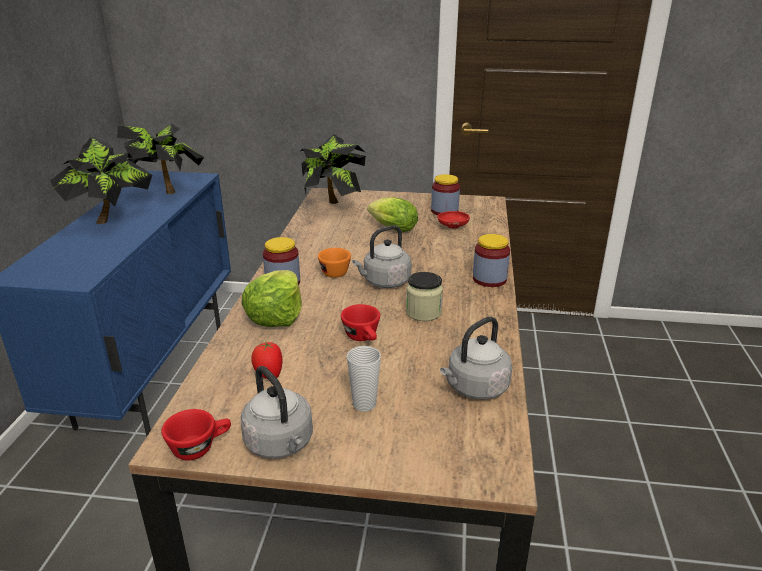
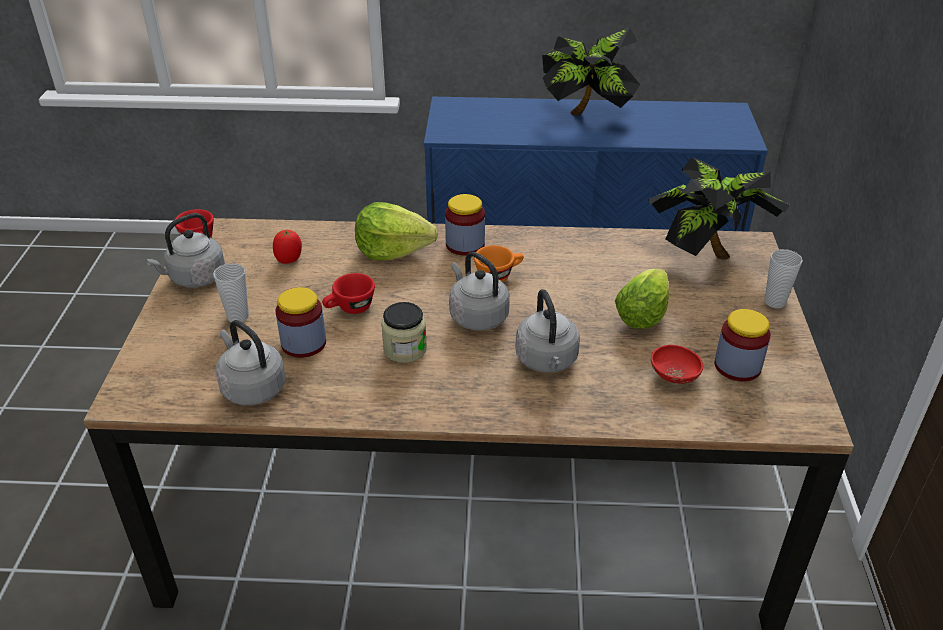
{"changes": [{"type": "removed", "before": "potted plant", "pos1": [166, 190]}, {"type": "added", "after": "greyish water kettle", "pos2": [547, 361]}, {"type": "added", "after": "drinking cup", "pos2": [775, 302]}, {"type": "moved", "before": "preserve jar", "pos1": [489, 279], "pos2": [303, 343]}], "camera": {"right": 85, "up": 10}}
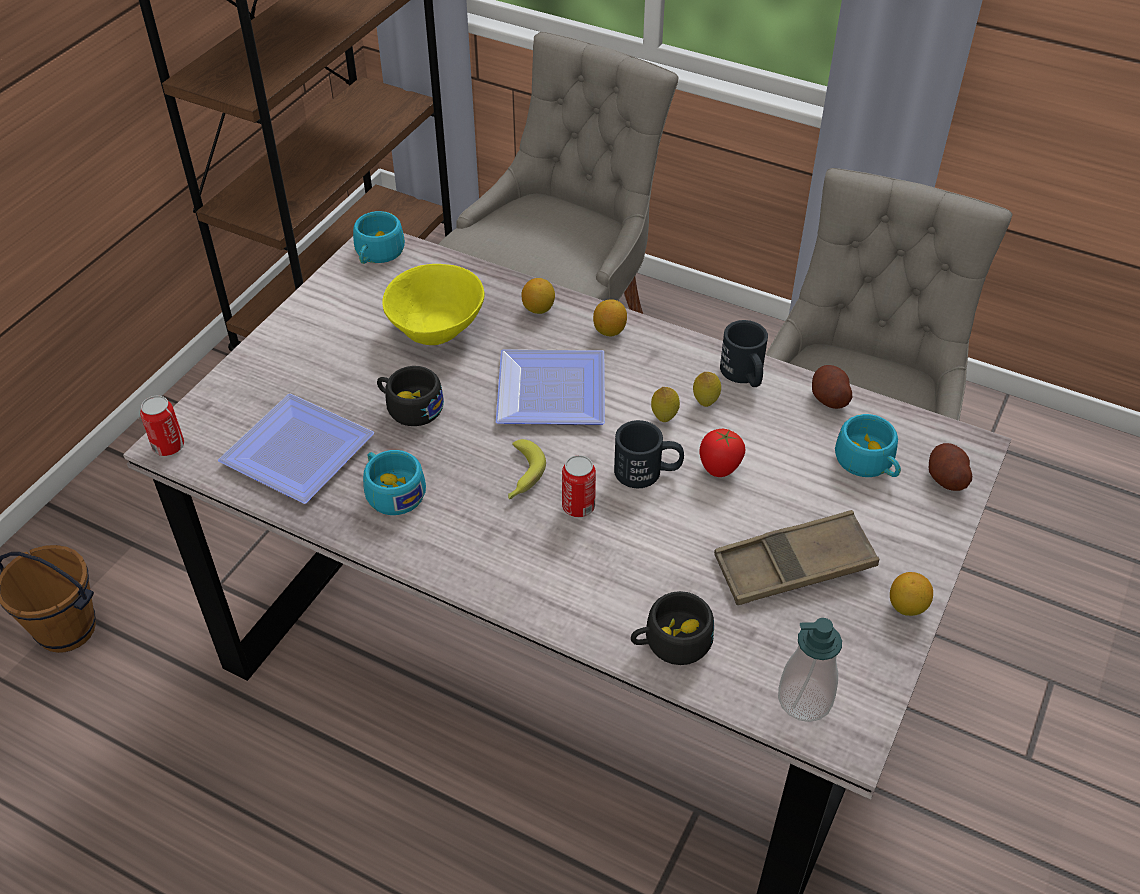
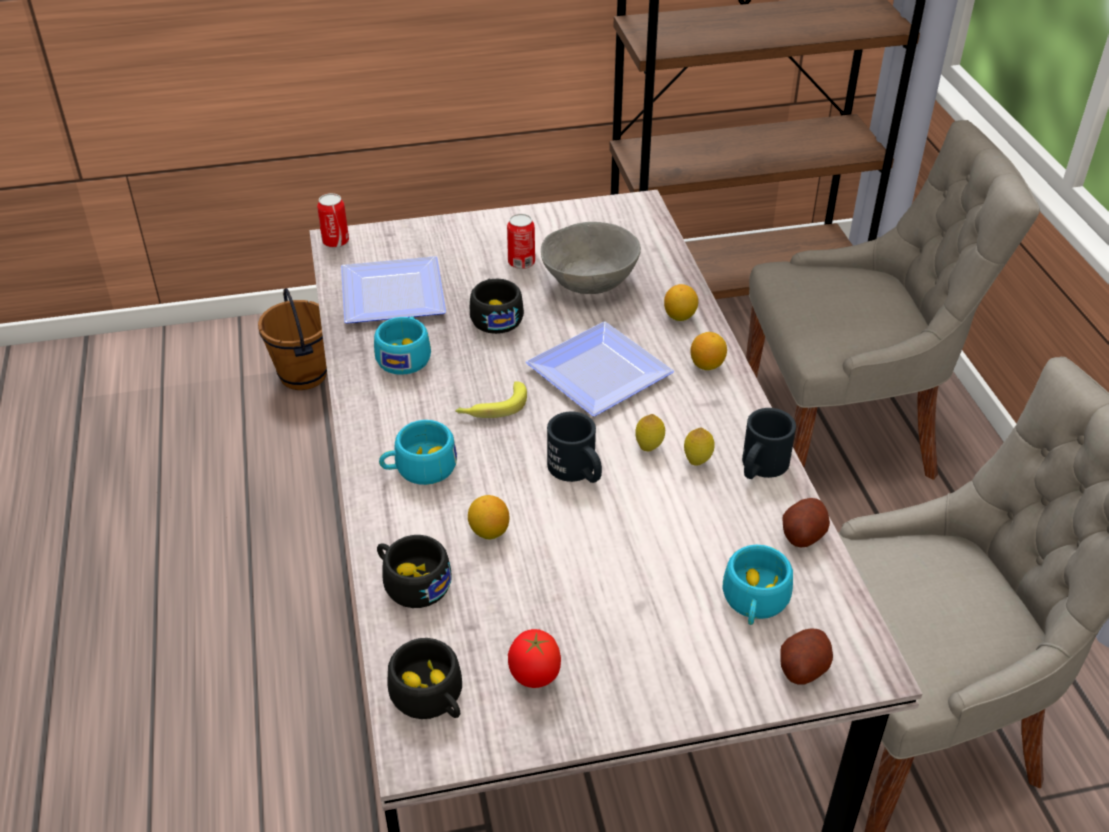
{"changes": [{"type": "removed", "before": "brown-coloured serving tray", "pos1": [794, 566]}, {"type": "moved", "before": "blue-green drinking cup", "pos1": [377, 254], "pos2": [419, 468]}, {"type": "moved", "before": "can", "pos1": [578, 506], "pos2": [521, 263]}, {"type": "moved", "before": "whole tomato", "pos1": [719, 470], "pos2": [534, 678]}, {"type": "moved", "before": "whole lemon", "pos1": [907, 607], "pos2": [489, 532]}, {"type": "replaced", "before": "liquid soap bottle", "after": "blackish drinking cup", "pos1": [804, 699], "pos2": [431, 698]}, {"type": "recoloured", "before": "yellow-coloured deep dish", "after": "greyish deep dish", "pos1": [435, 328], "pos2": [590, 281]}], "camera": {"right": 50, "up": -5}}
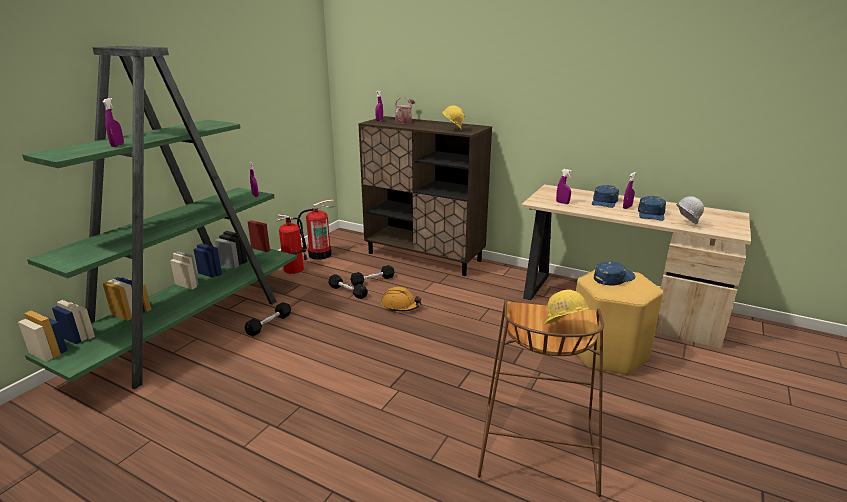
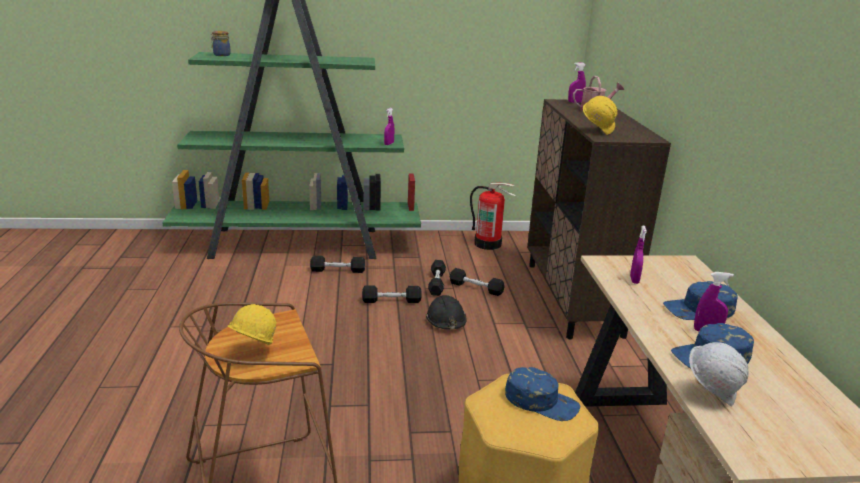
{"changes": [{"type": "removed", "before": "purple-coloured sprayer", "pos1": [117, 145]}, {"type": "removed", "before": "fire-fighting cylinder", "pos1": [295, 269]}, {"type": "added", "after": "preserve jar", "pos2": [221, 55]}, {"type": "added", "after": "blackish dumbbell", "pos2": [391, 301]}, {"type": "recoloured", "before": "orangey safety helmet", "after": "blackish safety helmet", "pos1": [400, 305], "pos2": [446, 321]}], "camera": {"right": 55, "up": 0}}
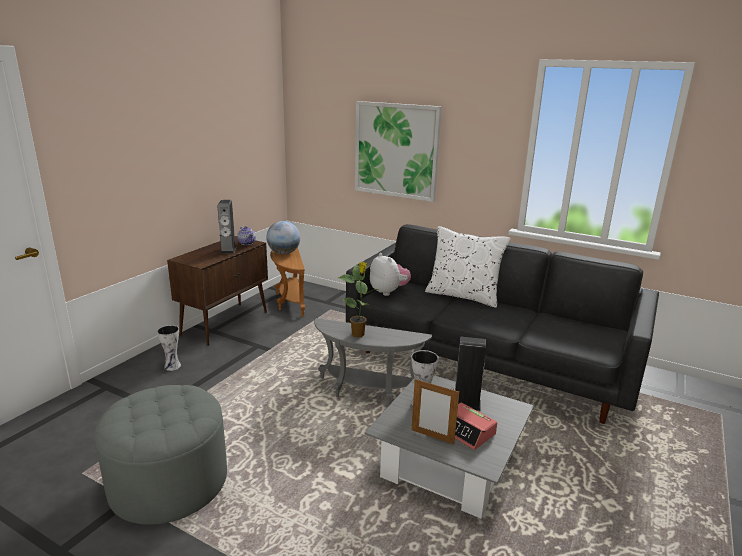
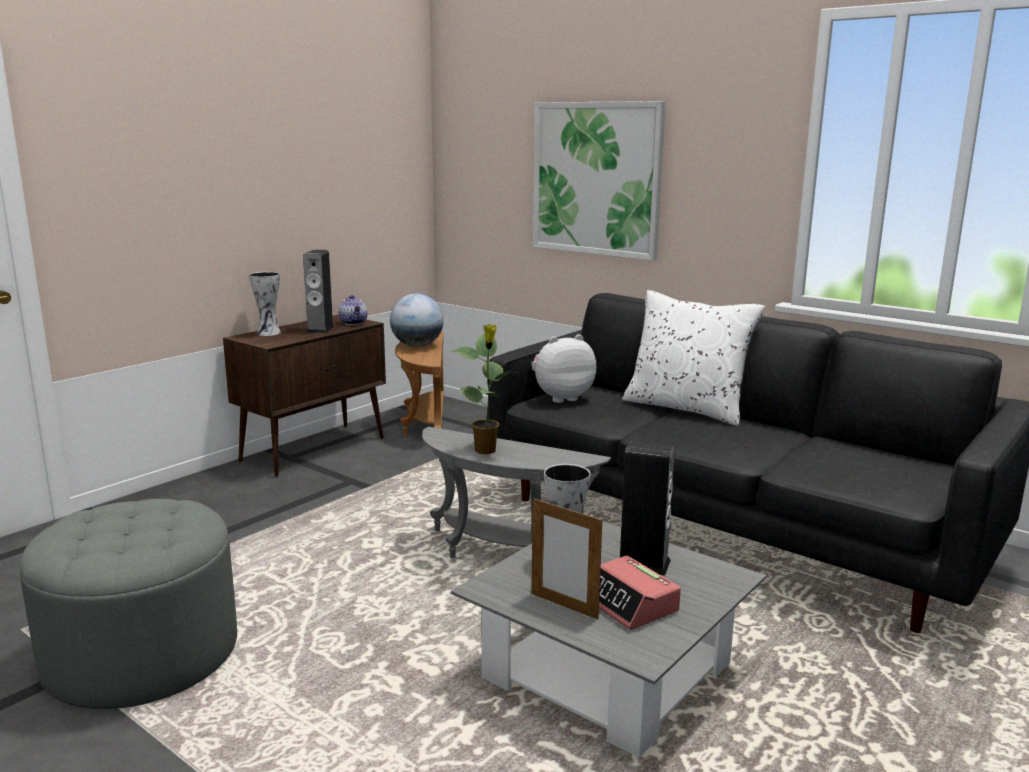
{"changes": [{"type": "moved", "before": "flower vase", "pos1": [173, 366], "pos2": [270, 333]}, {"type": "turned", "before": "cuddly toy", "pos1": [388, 292], "pos2": [561, 398], "turn": -90}], "camera": {"right": 10, "up": -5}}
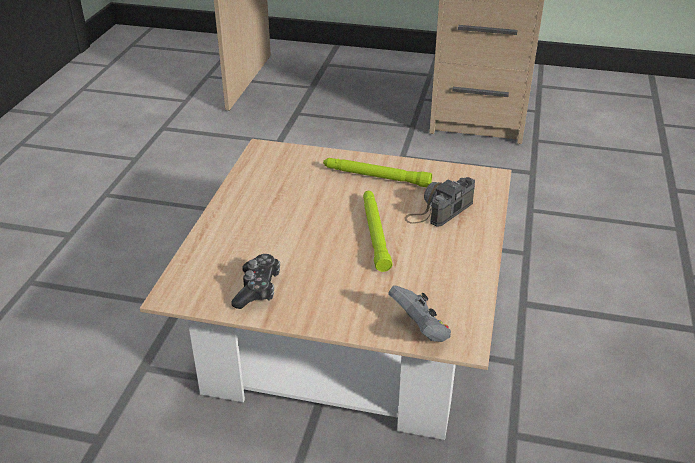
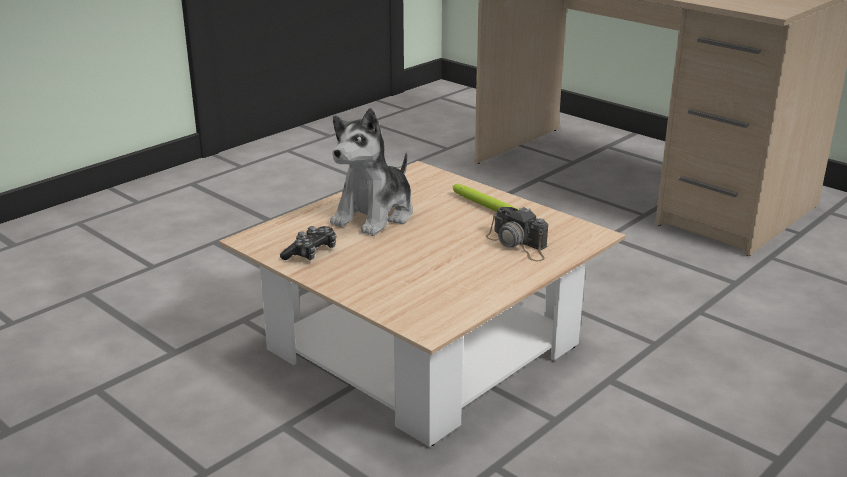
{"changes": [{"type": "removed", "before": "green flashlight", "pos1": [375, 233]}, {"type": "removed", "before": "greyish gamepad", "pos1": [420, 330]}, {"type": "added", "after": "cuddly toy", "pos2": [375, 215]}, {"type": "turned", "before": "photo camera", "pos1": [439, 210], "pos2": [518, 244], "turn": -120}], "camera": {"right": 30, "up": -10}}
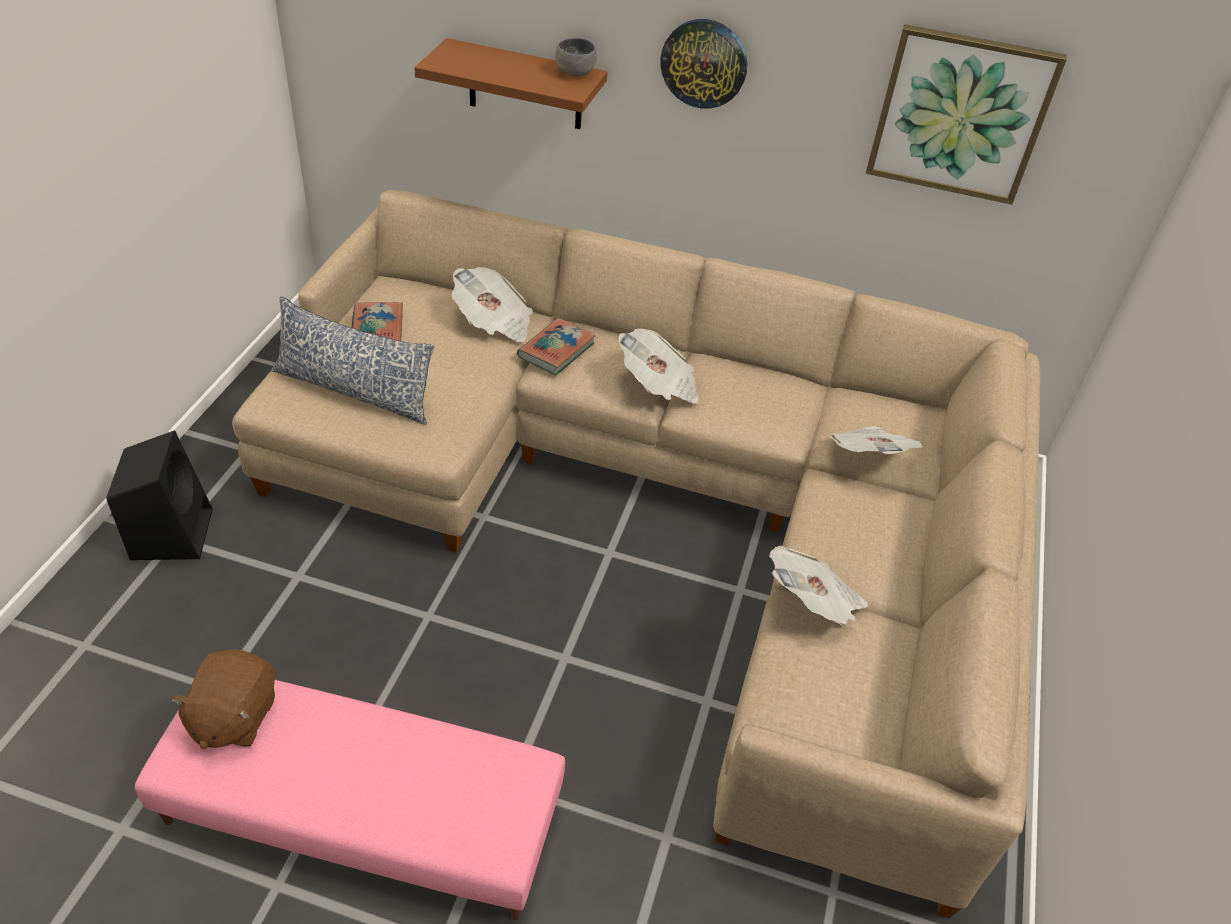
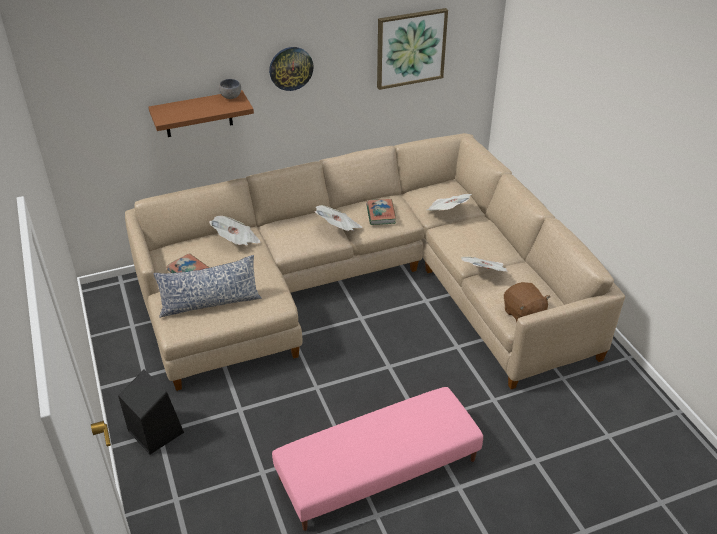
{"changes": [{"type": "moved", "before": "brown-coloured cuddly toy", "pos1": [233, 716], "pos2": [523, 315]}, {"type": "moved", "before": "volume", "pos1": [556, 350], "pos2": [380, 214]}], "camera": {"right": -35, "up": -5}}
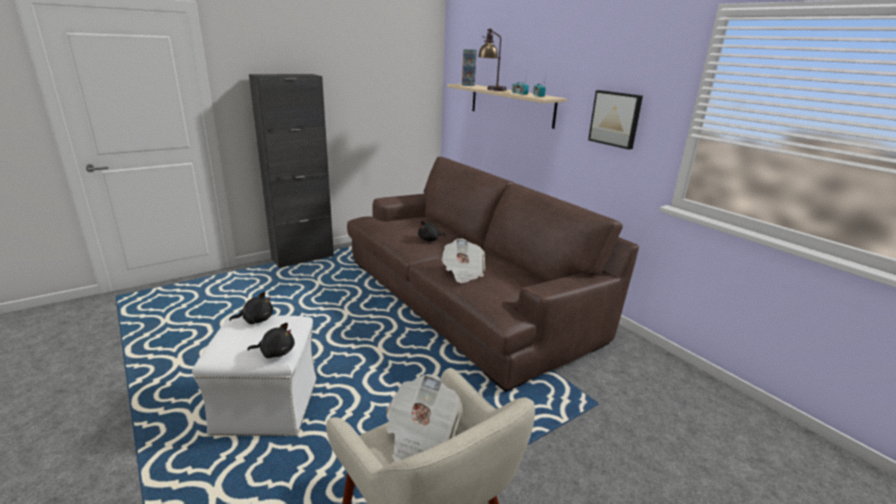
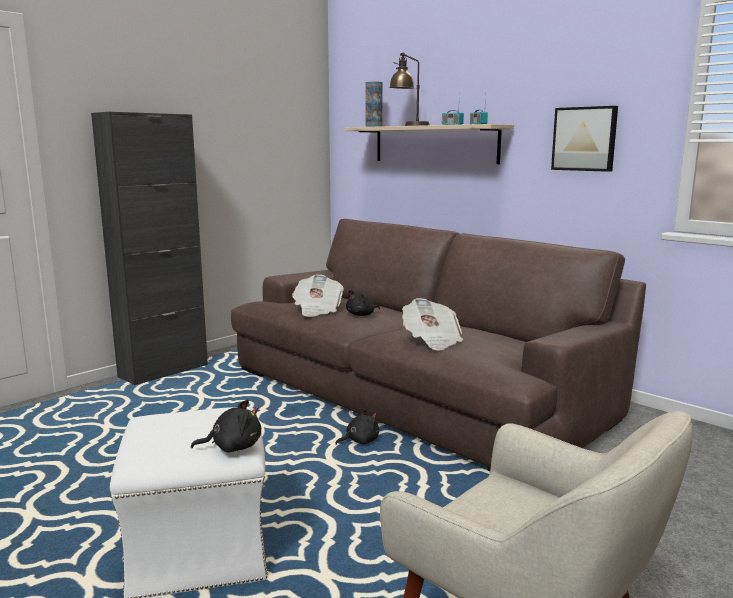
{"changes": [{"type": "moved", "before": "blackish cuddly toy", "pos1": [256, 320], "pos2": [360, 441]}, {"type": "moved", "before": "printed paper", "pos1": [421, 436], "pos2": [317, 310]}], "camera": {"right": -10, "up": -10}}
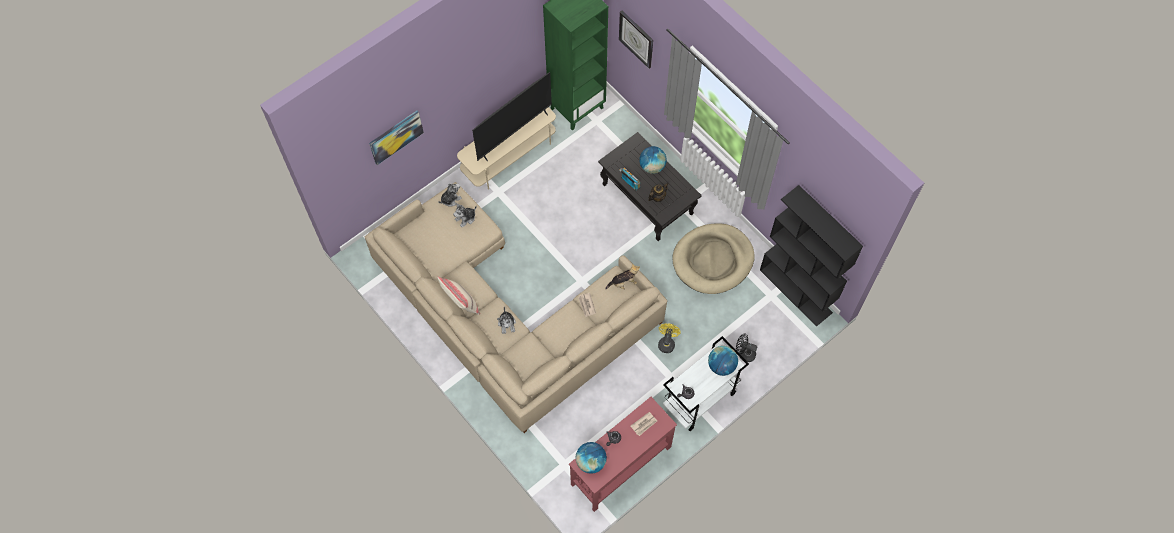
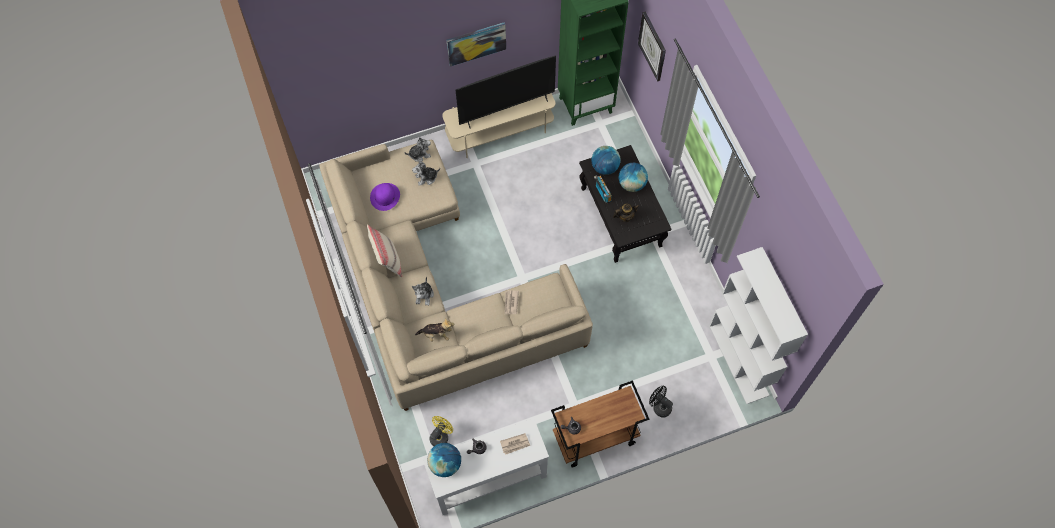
{"changes": [{"type": "removed", "before": "beige dog cushion", "pos1": [713, 260]}, {"type": "added", "after": "purple-coloured wearable hat", "pos2": [385, 196]}, {"type": "moved", "before": "wall picture", "pos1": [396, 136], "pos2": [476, 43]}, {"type": "moved", "before": "cuddly toy", "pos1": [623, 282], "pos2": [436, 334]}, {"type": "moved", "before": "yellow-coloured cooling fan", "pos1": [667, 342], "pos2": [440, 436]}, {"type": "moved", "before": "desk globe", "pos1": [721, 366], "pos2": [605, 167]}, {"type": "recoloured", "before": "red-coloured console table", "after": "whitish console table", "pos1": [620, 465], "pos2": [487, 478]}, {"type": "recoloured", "before": "whitish wheeled cart", "after": "brown-coloured wheeled cart", "pos1": [699, 400], "pos2": [594, 438]}, {"type": "recoloured", "before": "blackish bookshelf", "after": "whitish bookshelf", "pos1": [796, 291], "pos2": [739, 360]}], "camera": {"right": 20, "up": 0}}
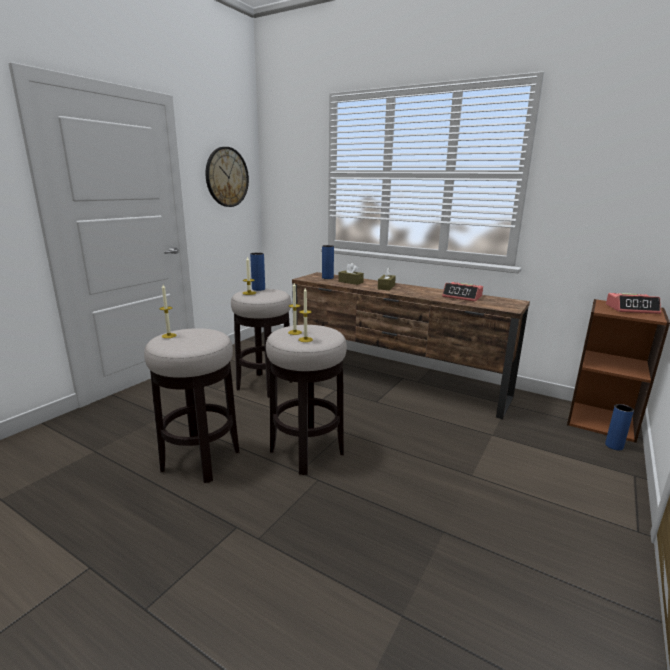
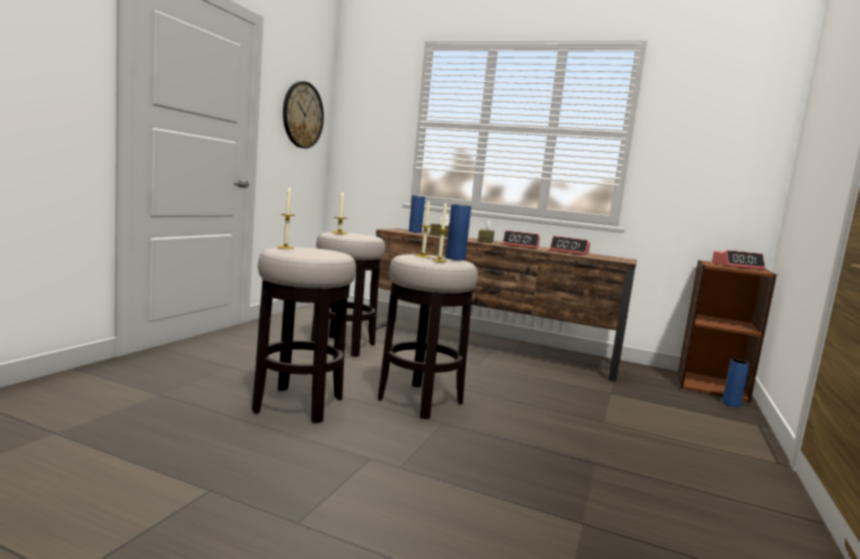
{"changes": [{"type": "added", "after": "alarm clock", "pos2": [521, 246]}, {"type": "moved", "before": "bluish flower vase", "pos1": [258, 289], "pos2": [455, 258]}], "camera": {"right": -10, "up": -10}}
